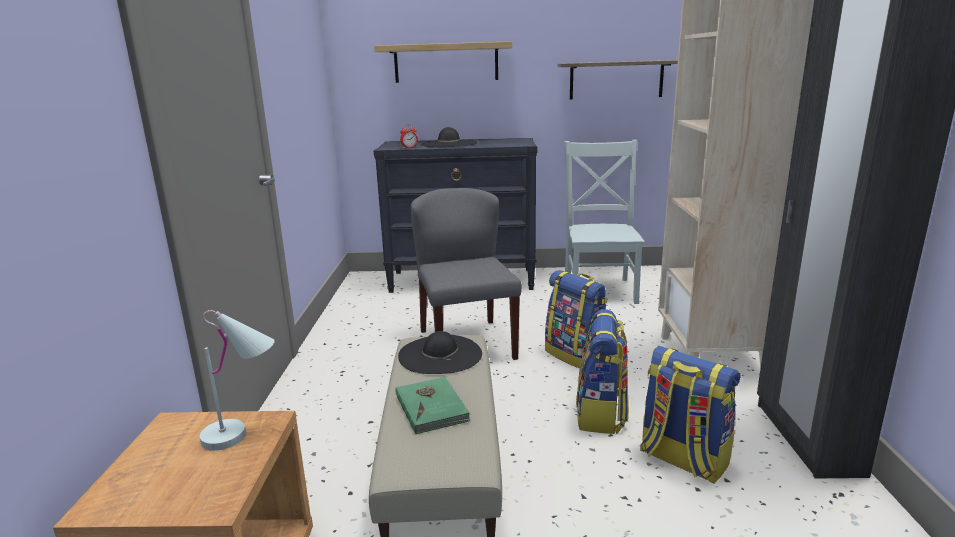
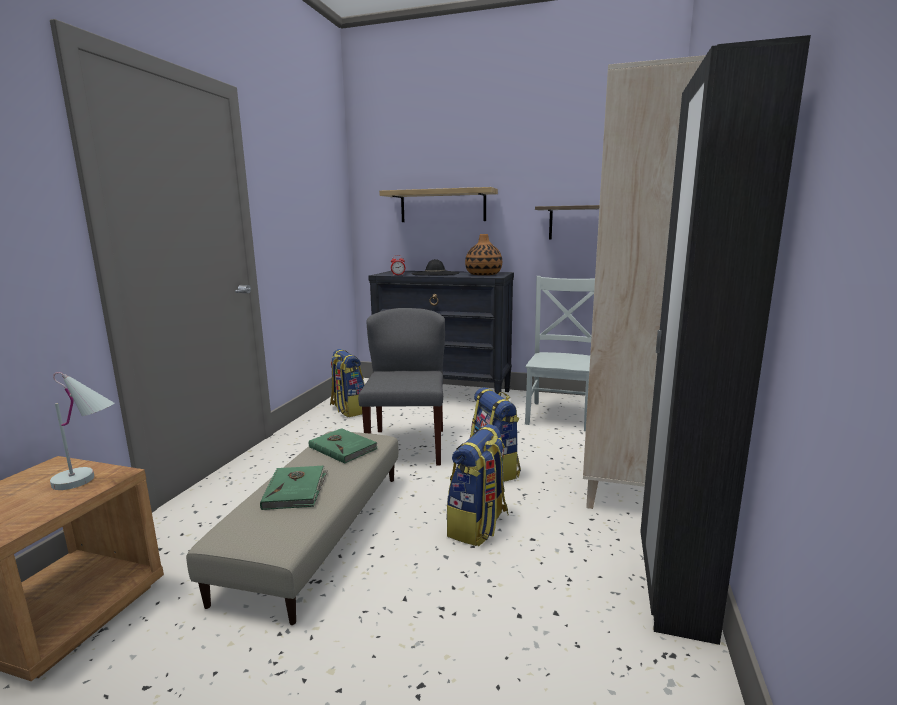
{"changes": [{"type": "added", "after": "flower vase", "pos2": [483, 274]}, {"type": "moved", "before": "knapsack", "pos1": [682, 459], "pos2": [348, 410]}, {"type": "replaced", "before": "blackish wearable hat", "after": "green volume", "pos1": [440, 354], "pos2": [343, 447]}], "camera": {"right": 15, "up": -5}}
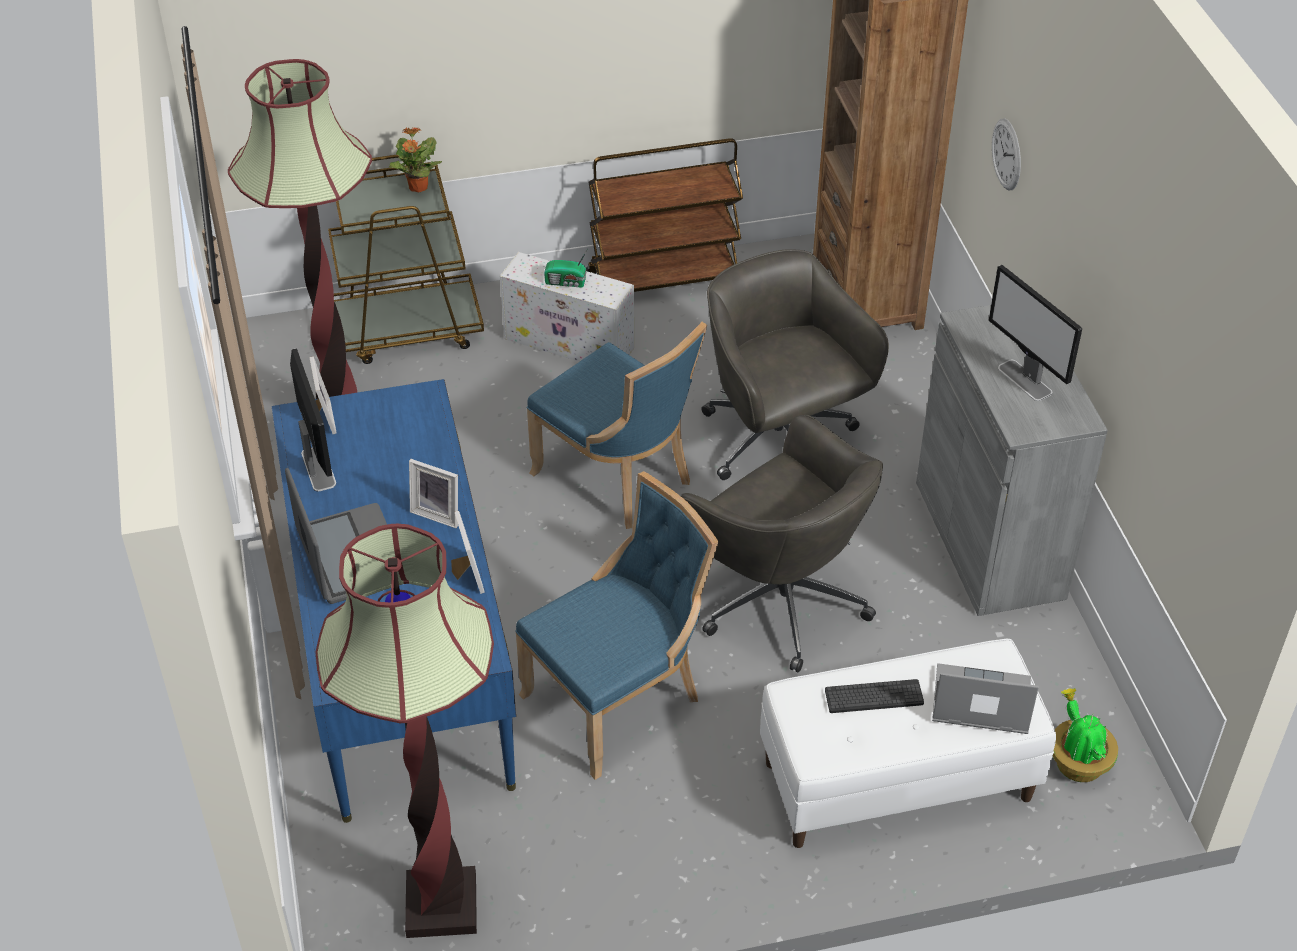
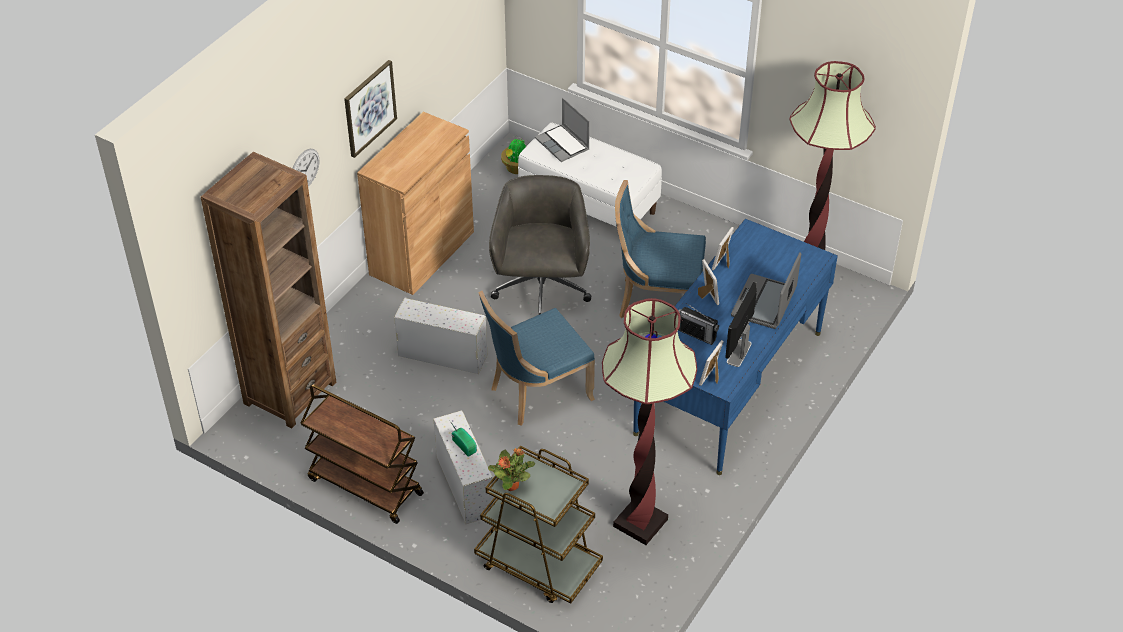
{"changes": [{"type": "removed", "before": "keyboard", "pos1": [874, 697]}, {"type": "removed", "before": "computer display", "pos1": [1025, 380]}, {"type": "added", "after": "wall picture", "pos2": [369, 108]}, {"type": "added", "after": "radio receiver", "pos2": [697, 335]}, {"type": "replaced", "before": "greyish office chair", "after": "whitish storage box", "pos1": [780, 442], "pos2": [441, 355]}, {"type": "recoloured", "before": "greyish cabinet", "after": "brown-coloured cabinet", "pos1": [989, 539], "pos2": [422, 253]}, {"type": "turned", "before": "bluish upright chair", "pos1": [619, 478], "pos2": [536, 393], "turn": -120}], "camera": {"right": -135, "up": 0}}
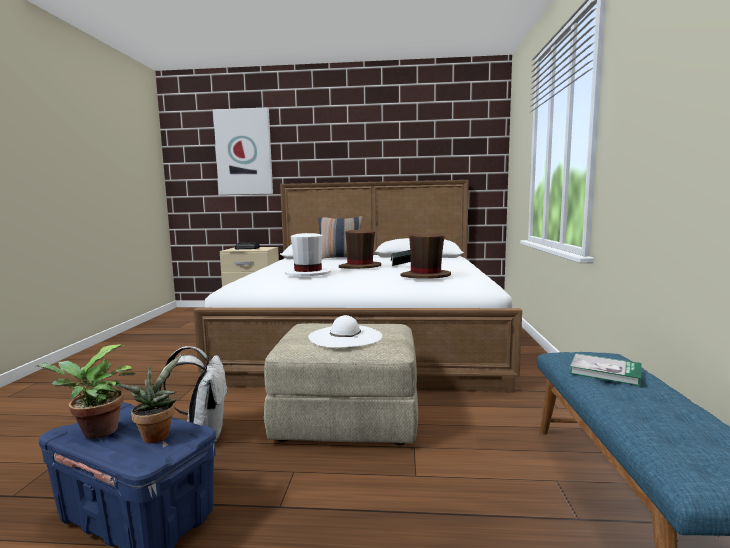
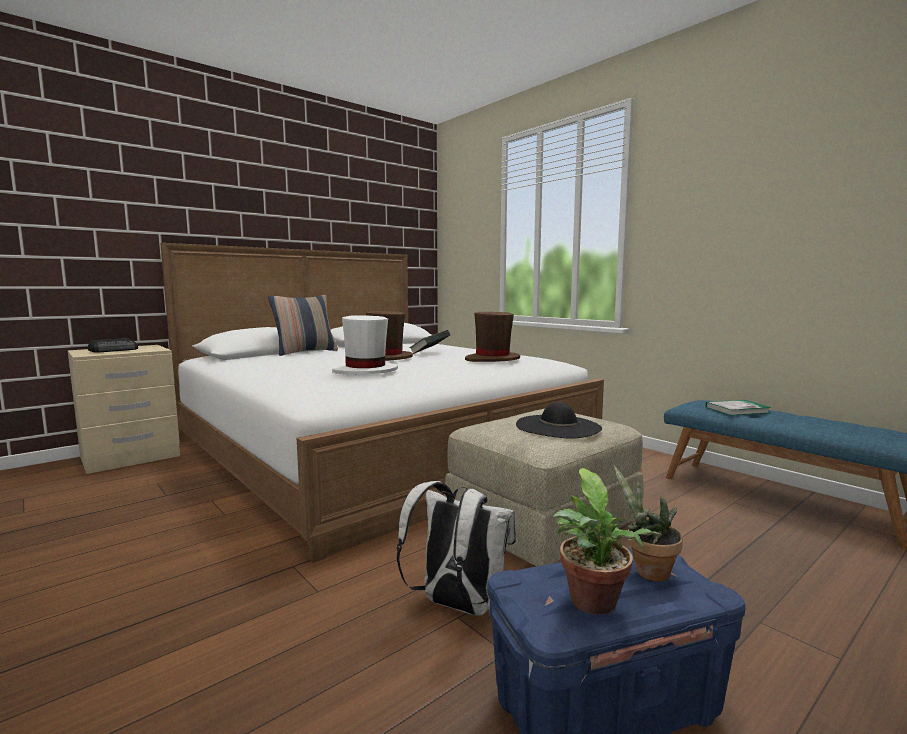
{"changes": [{"type": "removed", "before": "wall picture", "pos1": [244, 152]}, {"type": "recoloured", "before": "whitish wearable hat", "after": "blackish wearable hat", "pos1": [345, 336], "pos2": [558, 426]}], "camera": {"right": -45, "up": 0}}
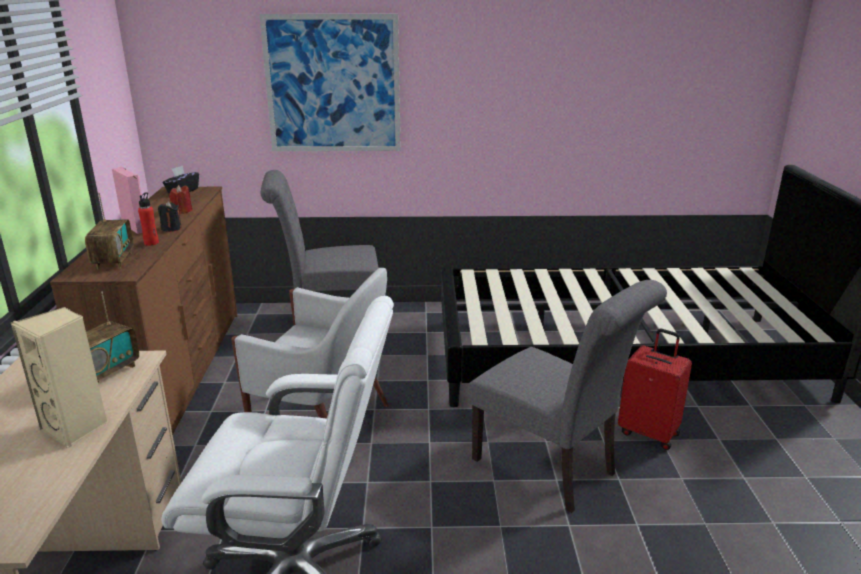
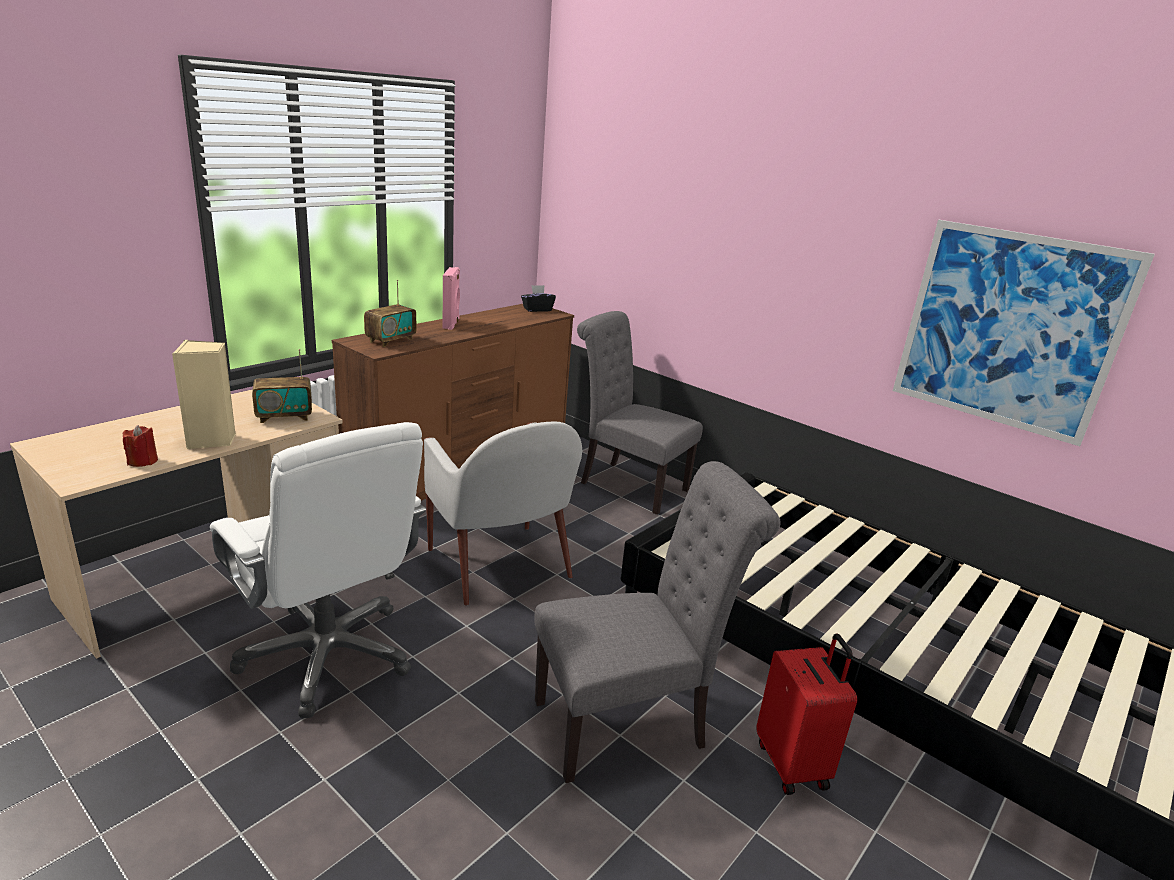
{"changes": [{"type": "removed", "before": "red-coloured beverage bottle", "pos1": [151, 243]}, {"type": "removed", "before": "blackish wax light", "pos1": [171, 228]}, {"type": "moved", "before": "red-coloured wax light", "pos1": [182, 211], "pos2": [143, 461]}, {"type": "moved", "before": "wall picture", "pos1": [333, 84], "pos2": [1008, 330]}, {"type": "turned", "before": "greyish upright chair", "pos1": [551, 469], "pos2": [629, 723], "turn": -105}], "camera": {"right": 40, "up": 0}}
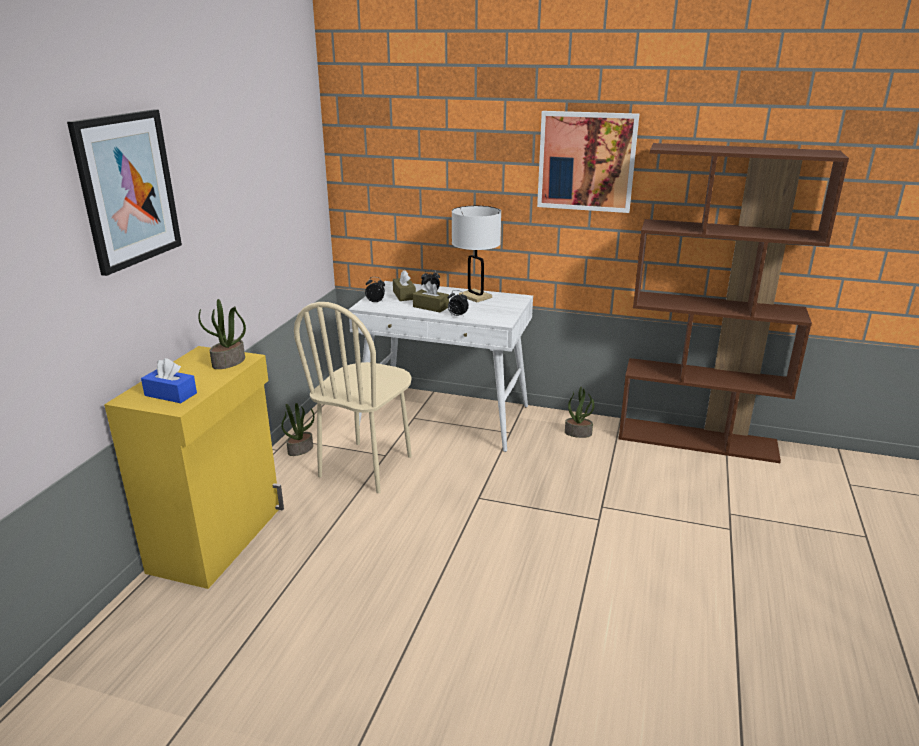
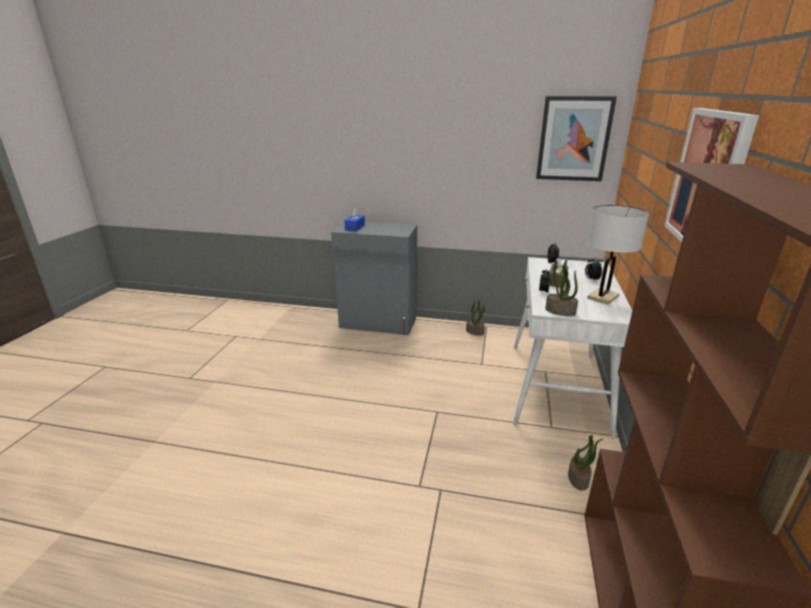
{"changes": [{"type": "removed", "before": "beige upright chair", "pos1": [366, 466]}, {"type": "removed", "before": "brown-coloured box of tissues", "pos1": [404, 295]}, {"type": "moved", "before": "wall picture", "pos1": [127, 190], "pos2": [574, 139]}, {"type": "moved", "before": "potted plant", "pos1": [229, 362], "pos2": [559, 311]}, {"type": "recoloured", "before": "yellow-coloured cabinet", "after": "greyish cabinet", "pos1": [219, 538], "pos2": [378, 323]}], "camera": {"right": 85, "up": 0}}
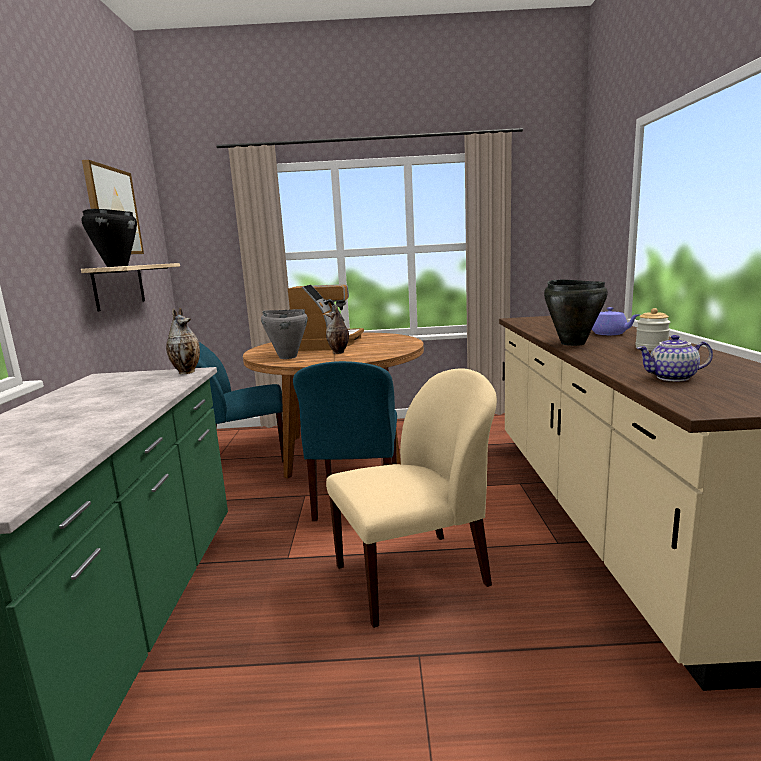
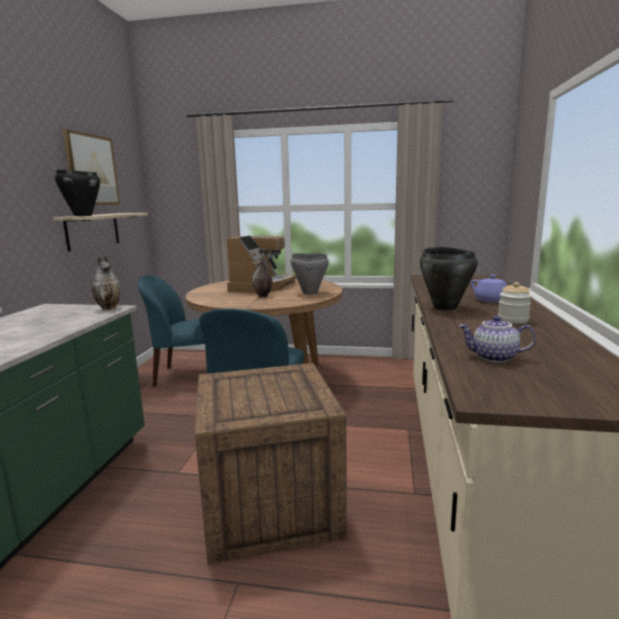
{"changes": [{"type": "moved", "before": "greyish stockpot", "pos1": [287, 357], "pos2": [309, 293]}, {"type": "replaced", "before": "beige upright chair", "after": "crate", "pos1": [414, 575], "pos2": [272, 505]}], "camera": {"right": 10, "up": 0}}
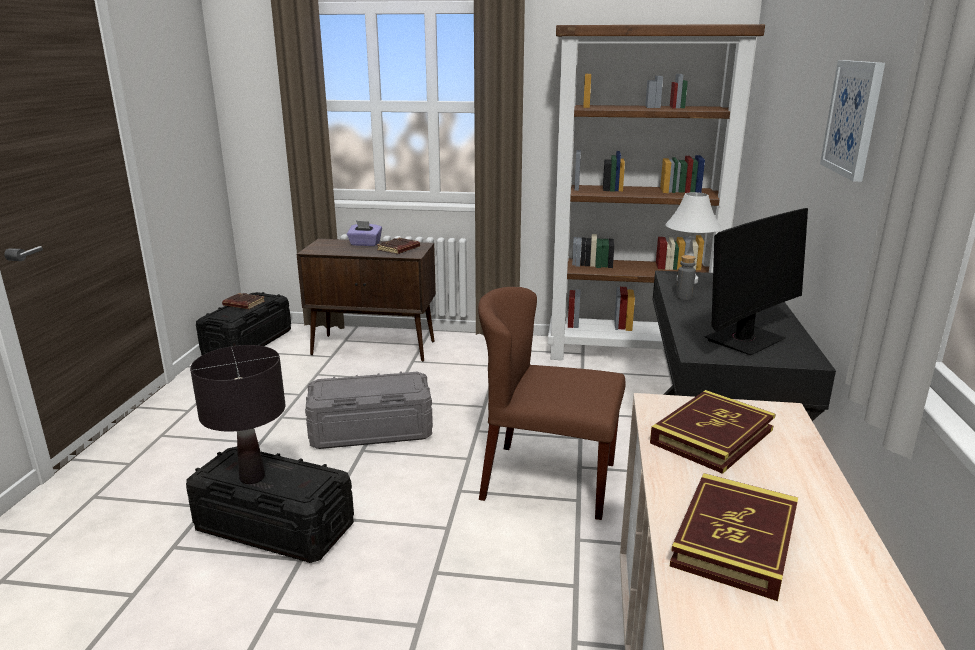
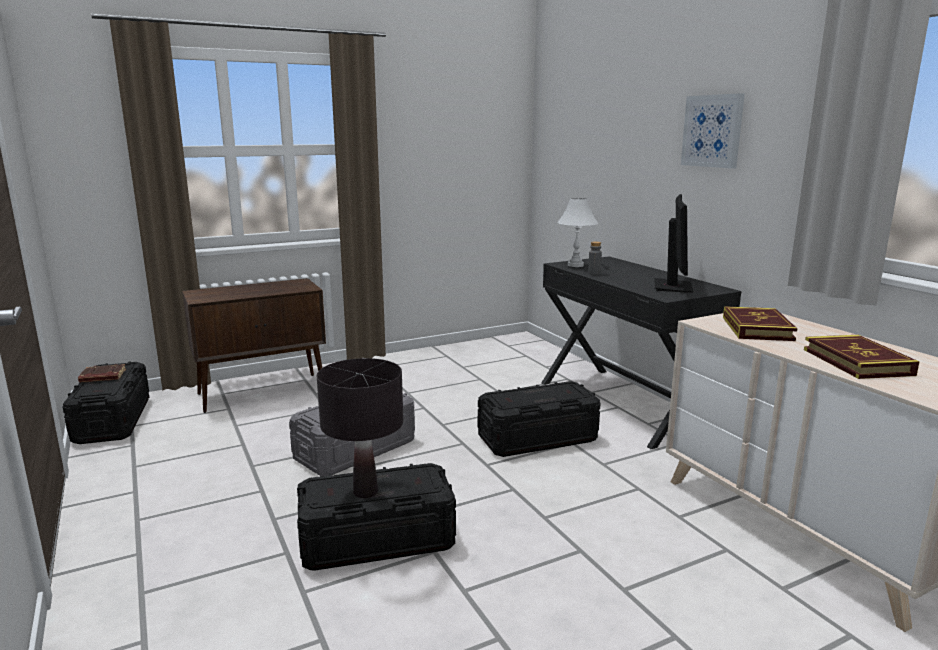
{"changes": [{"type": "removed", "before": "purple-coloured box of tissues", "pos1": [365, 244]}, {"type": "removed", "before": "brown-coloured volume", "pos1": [399, 249]}, {"type": "removed", "before": "brown-coloured bookshelf", "pos1": [630, 353]}, {"type": "replaced", "before": "brown-coloured upright chair", "after": "blackish storage box", "pos1": [547, 480], "pos2": [537, 438]}], "camera": {"right": -35, "up": -5}}
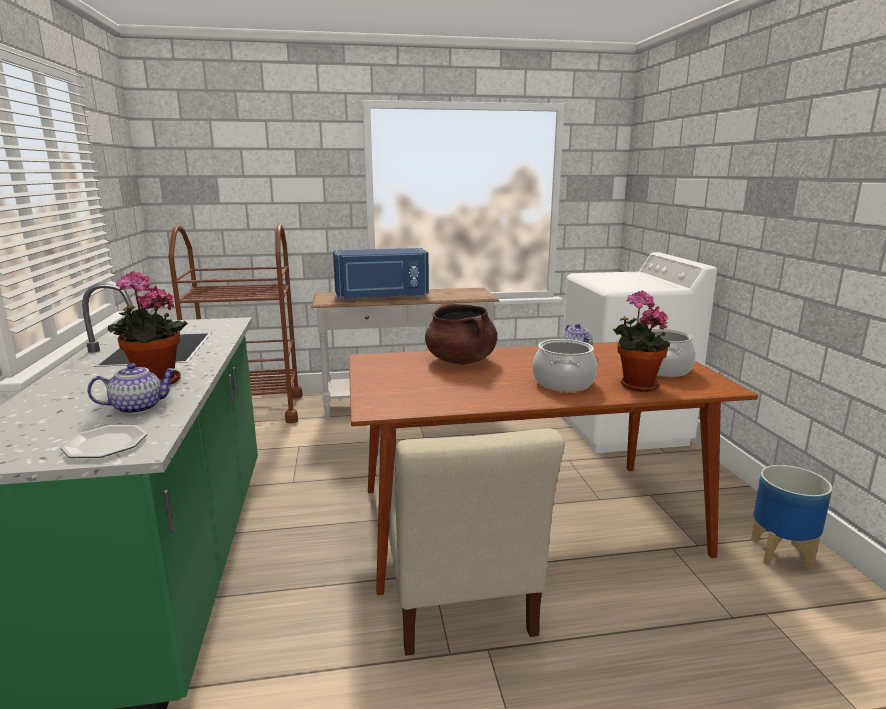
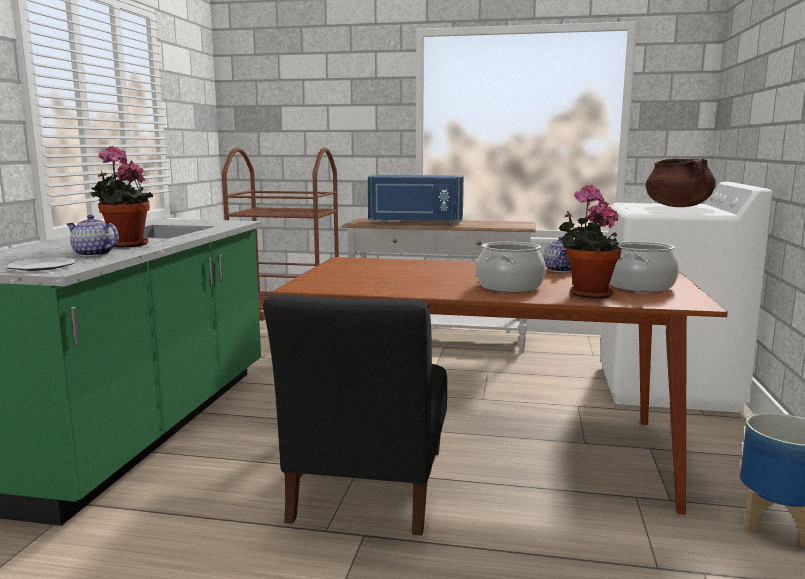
{"changes": [{"type": "moved", "before": "brown-coloured stockpot", "pos1": [461, 361], "pos2": [678, 207]}, {"type": "recoloured", "before": "beige upright chair", "after": "blackish upright chair", "pos1": [456, 594], "pos2": [368, 489]}, {"type": "turned", "before": "tea pot", "pos1": [138, 407], "pos2": [93, 254], "turn": -150}], "camera": {"right": 20, "up": -5}}
